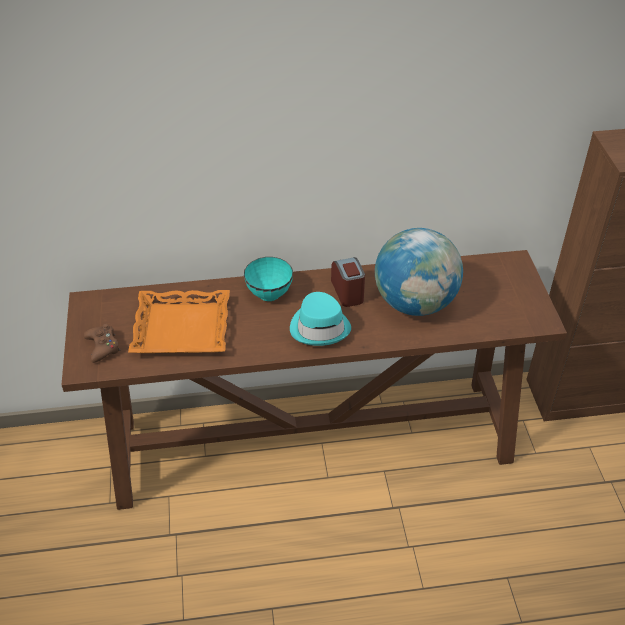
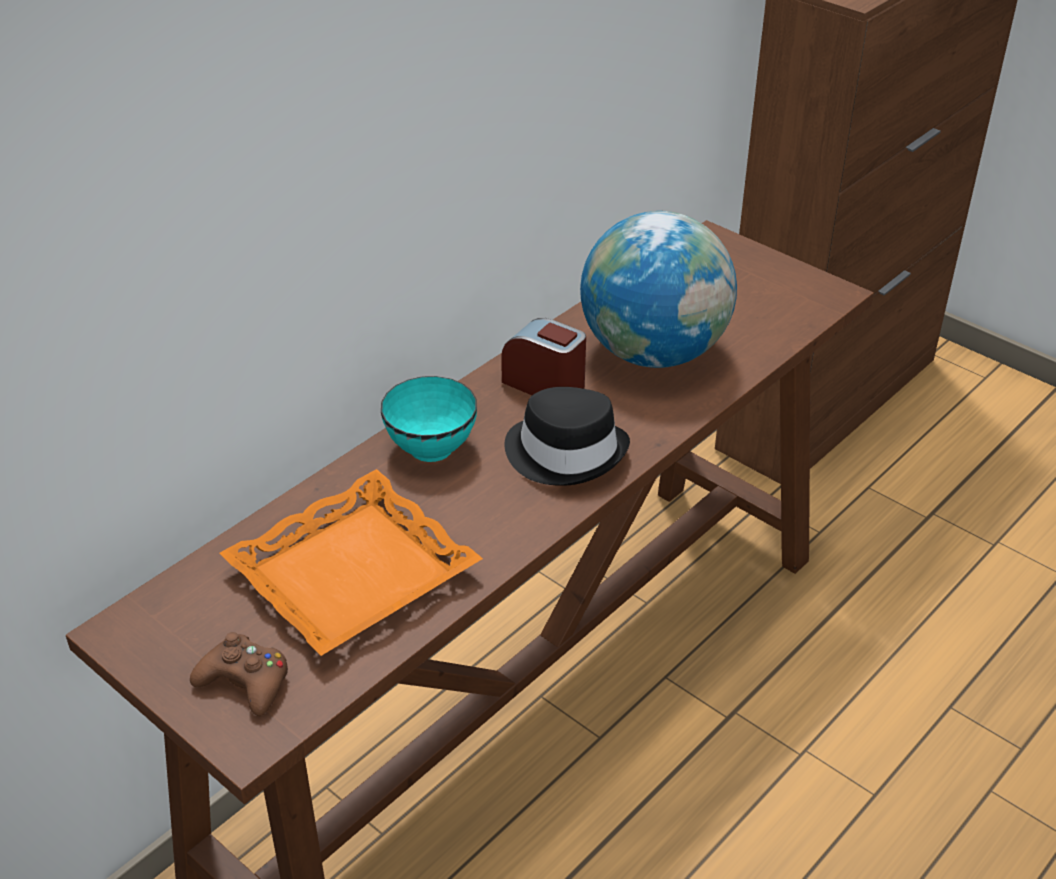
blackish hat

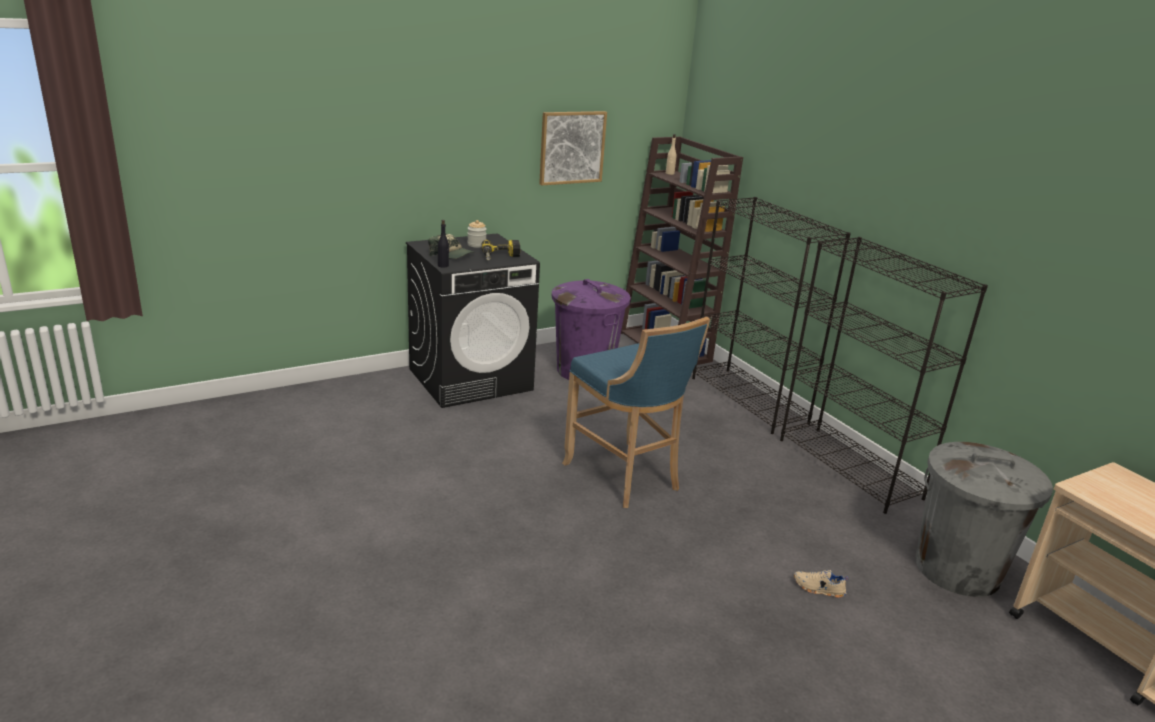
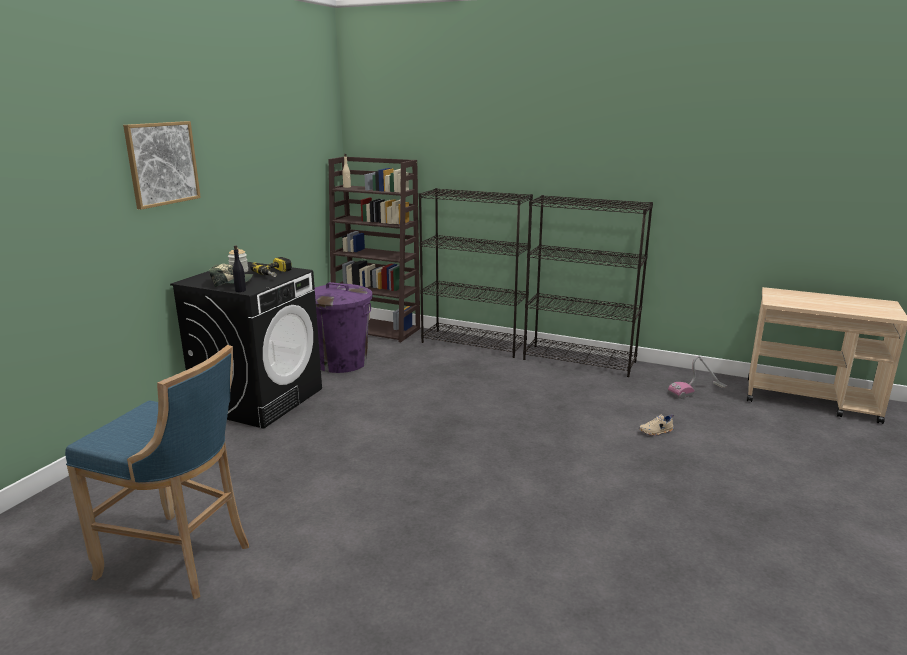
picture
blue-coloured stool
hoover

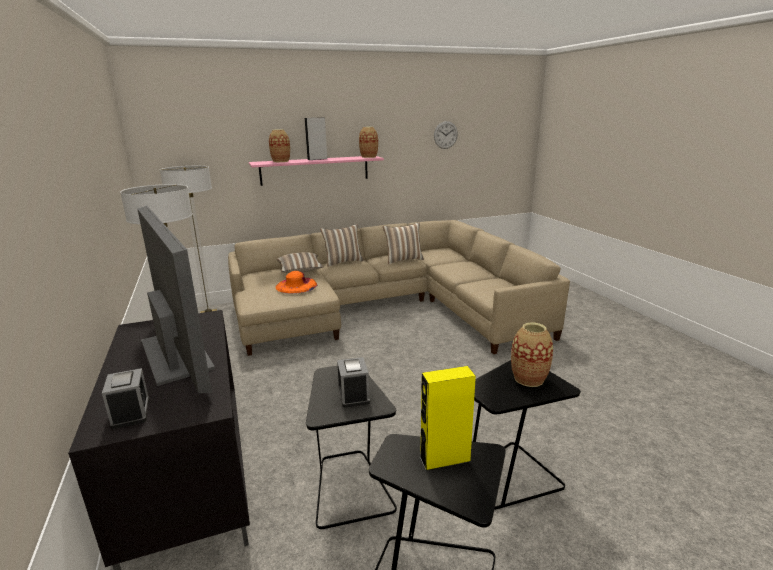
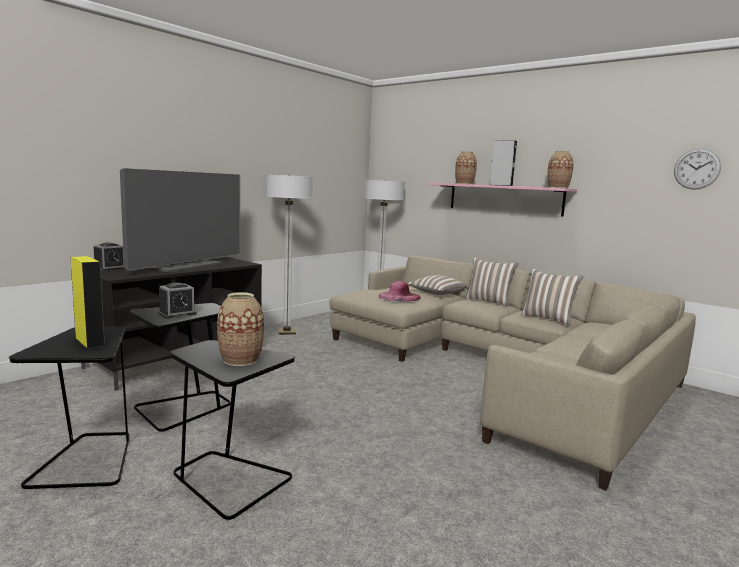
pink-coloured hat

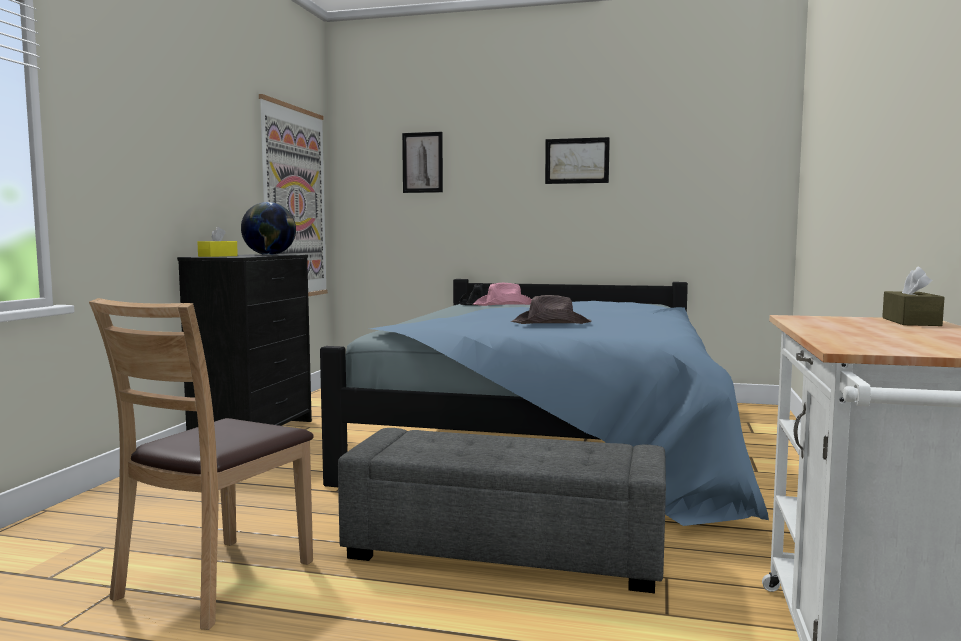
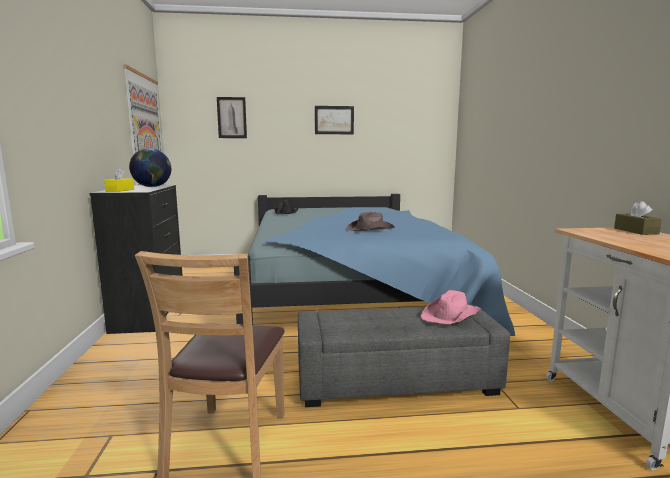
pink-coloured hat

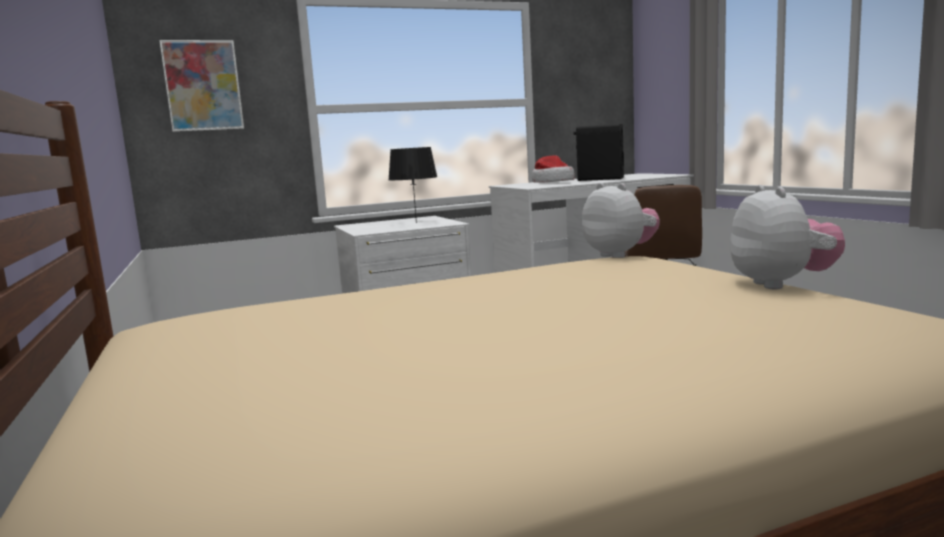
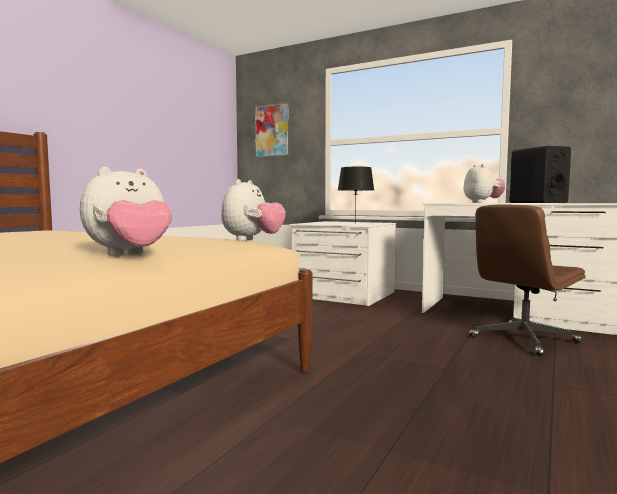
soft toy (3rd from left)

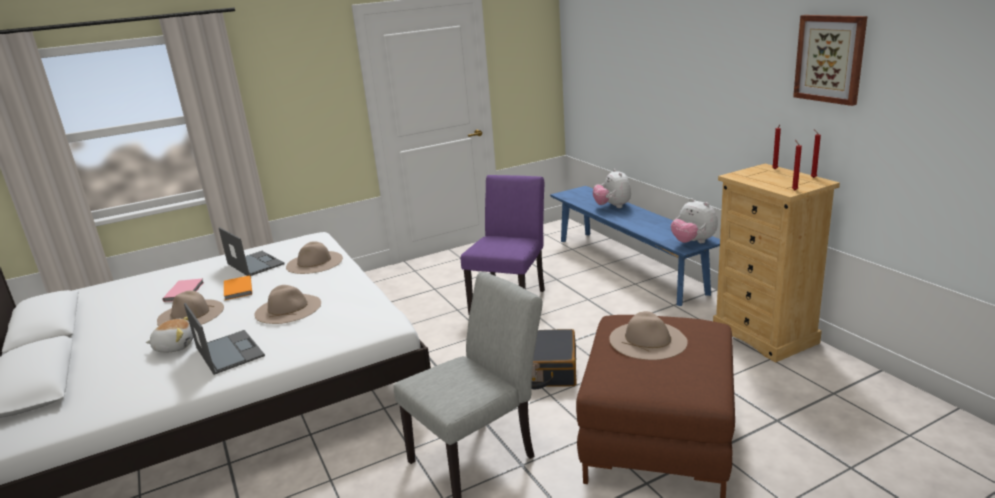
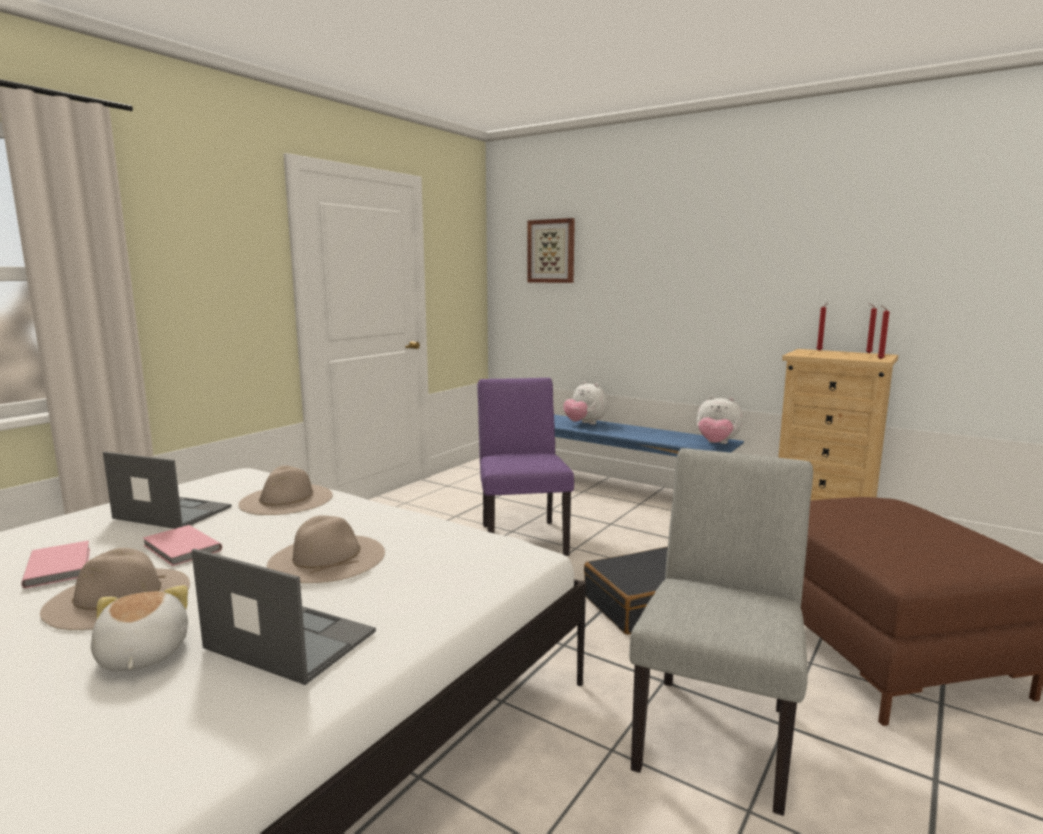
soft toy (1st from left)
pink-coloured book (2nd from left)
sand-coloured hat (4th from left in the first image)
picture

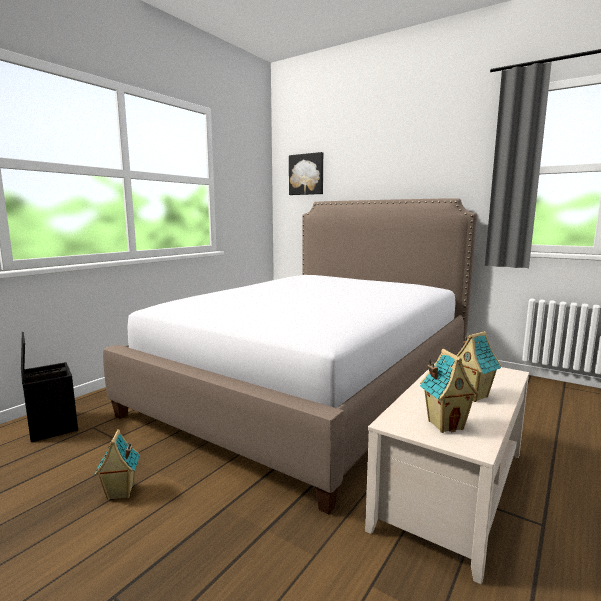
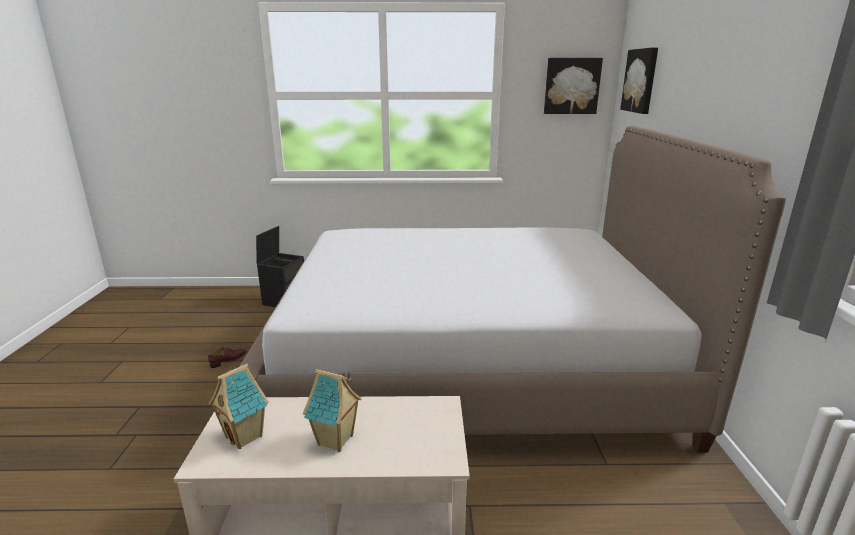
brown item of footwear
picture (1st from left)

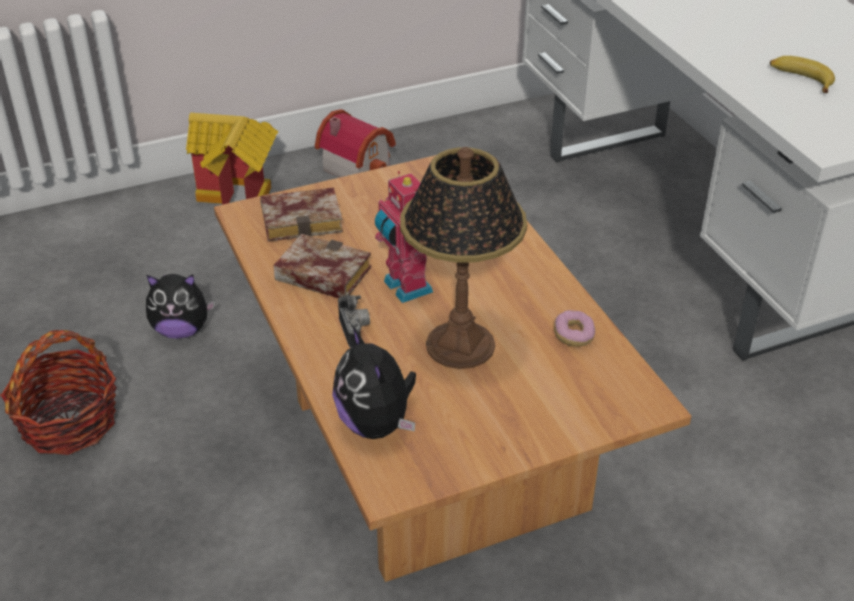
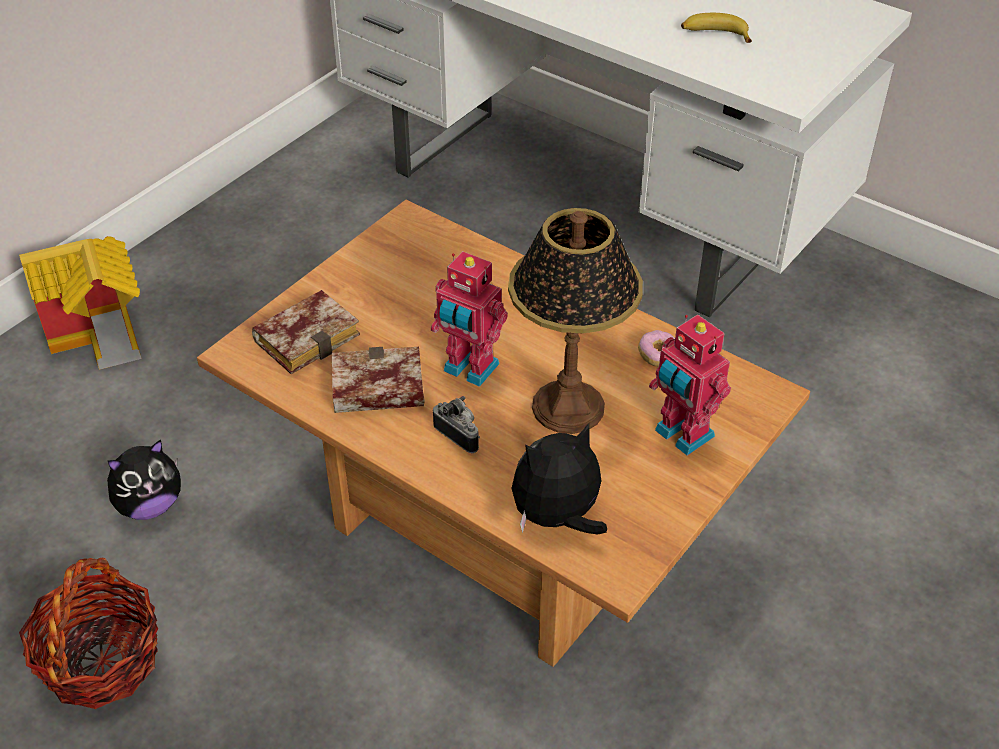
model house (2nd from left in the first image)
soft toy (2nd from left)
toy robot (2nd from left)

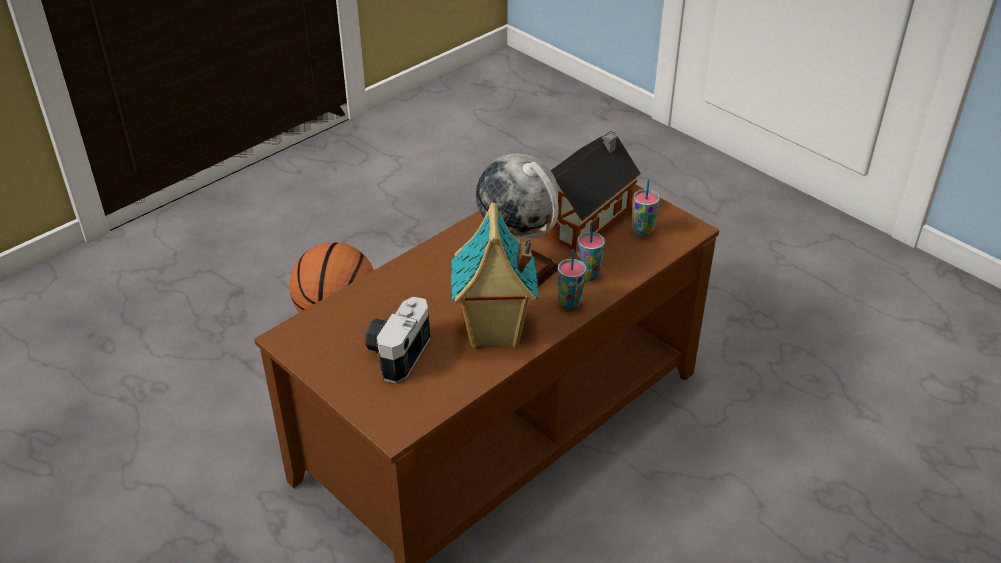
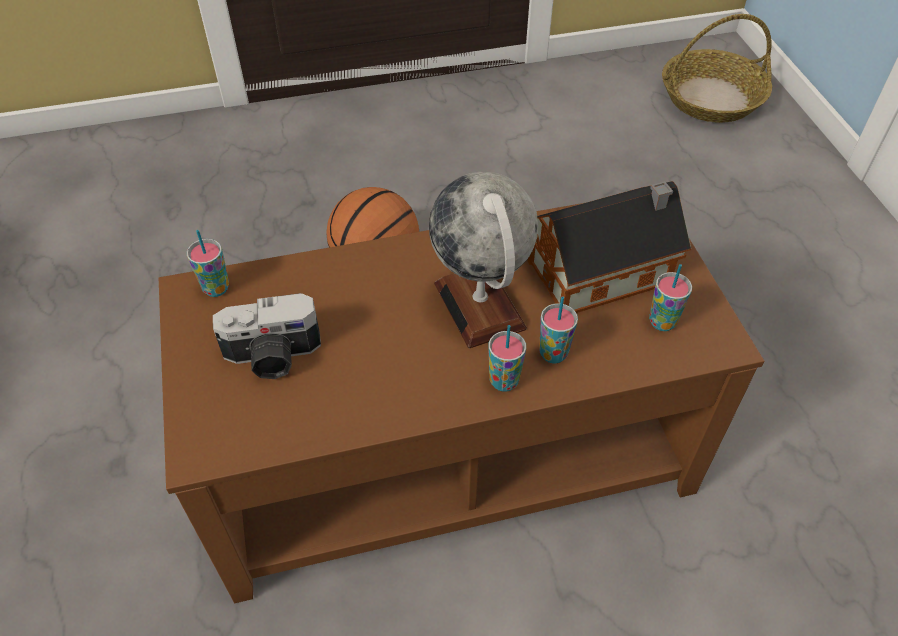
still camera
model house (1st from left in the first image)
cup (1st from left)
household basket

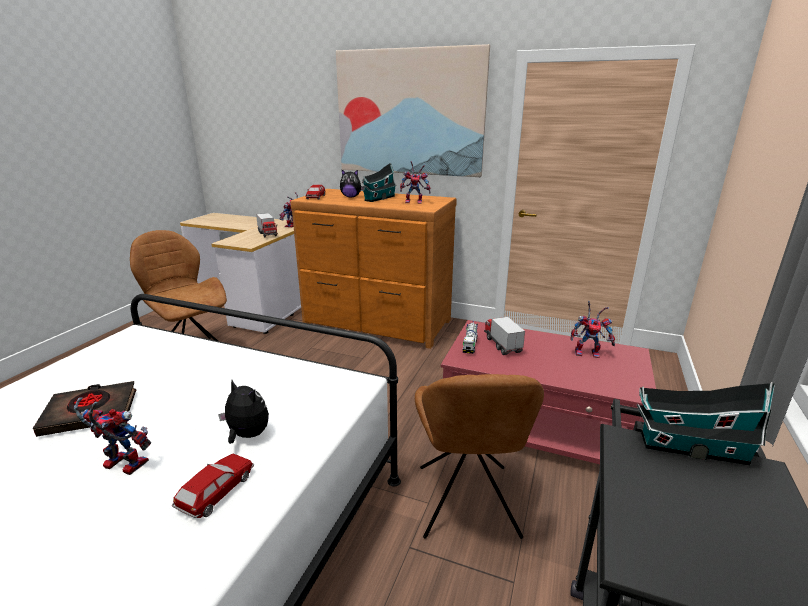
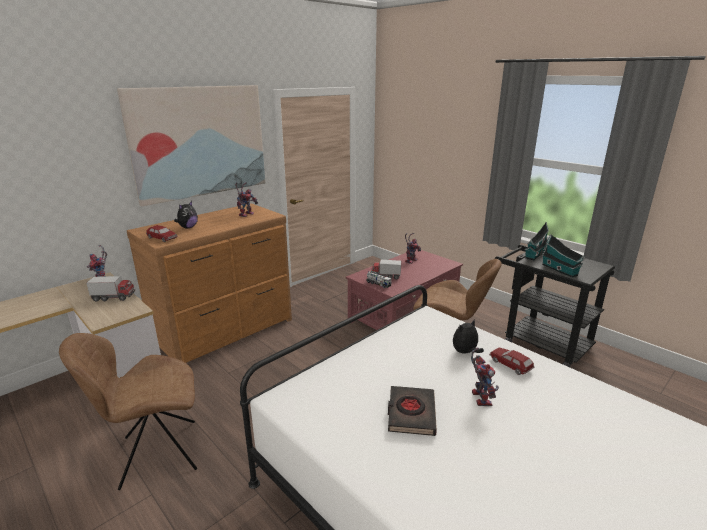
toy robot (4th from left)
model house (2nd from left)

